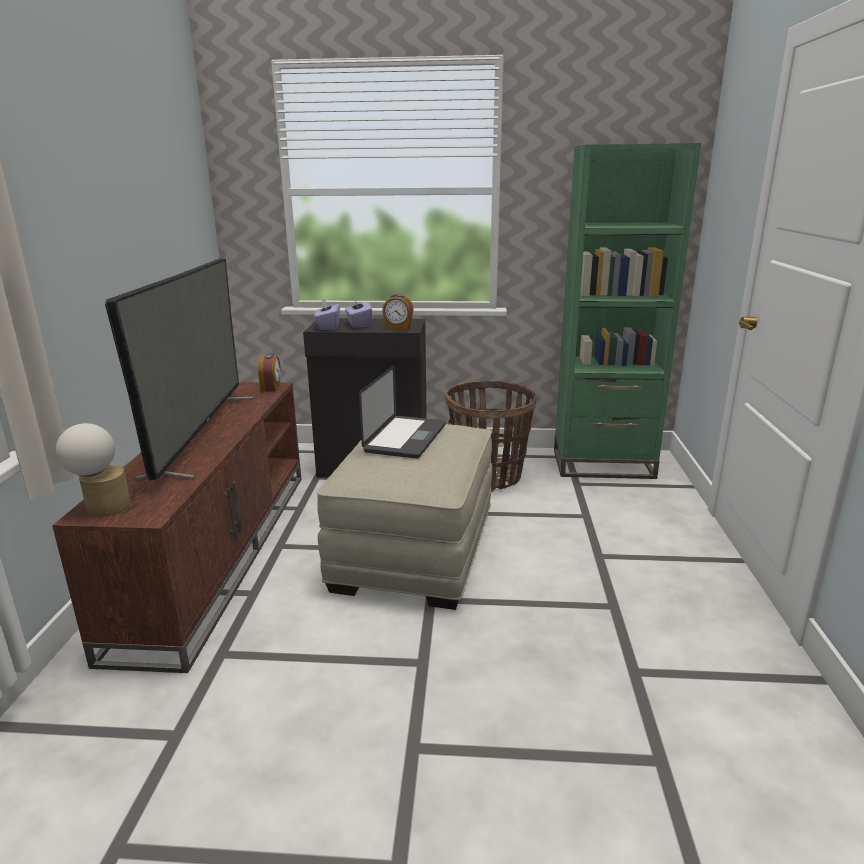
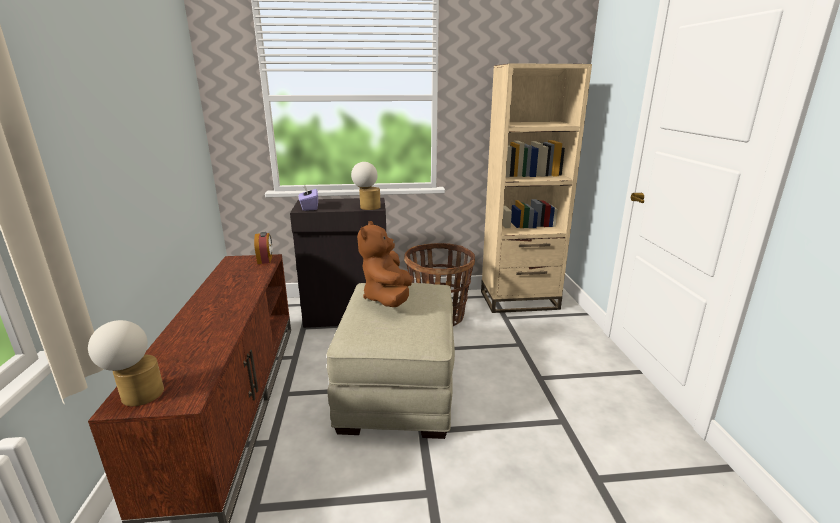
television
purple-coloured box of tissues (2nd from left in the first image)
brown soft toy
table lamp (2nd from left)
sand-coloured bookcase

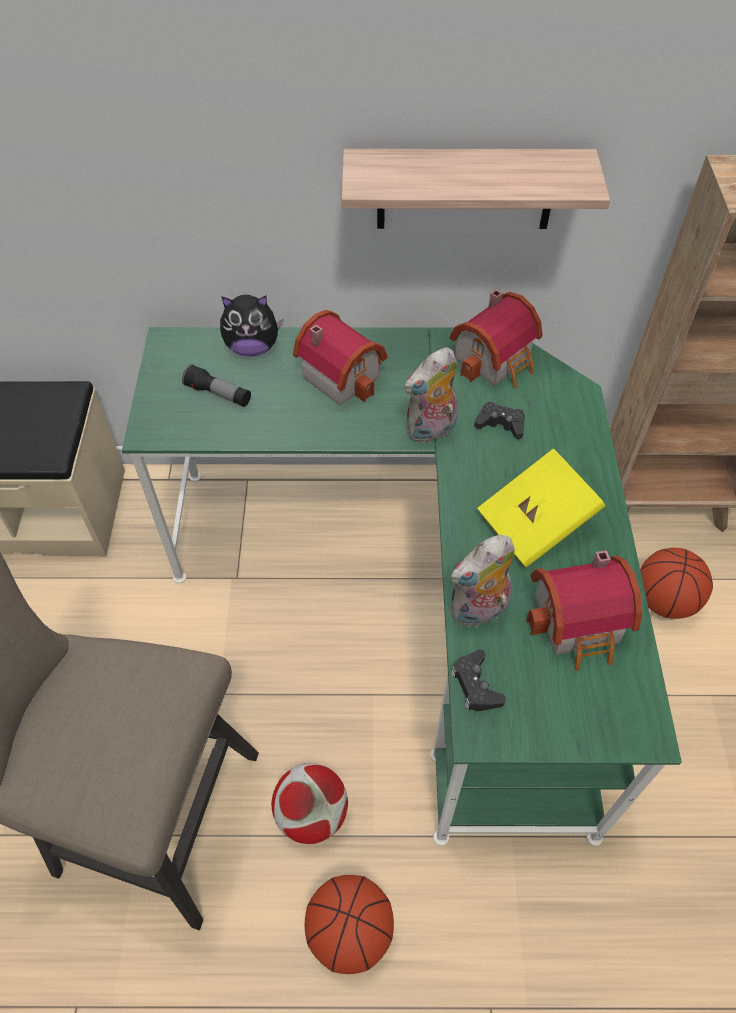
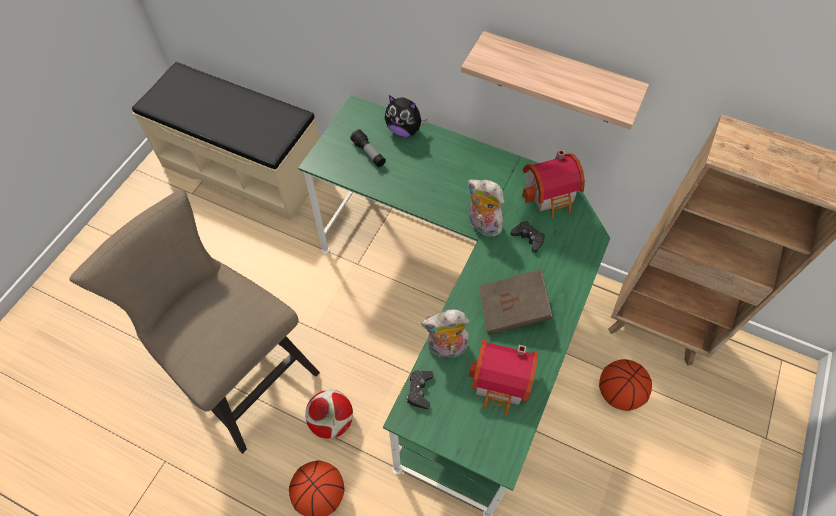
model house (1st from left in the first image)
soft toy (3rd from left)
brown book

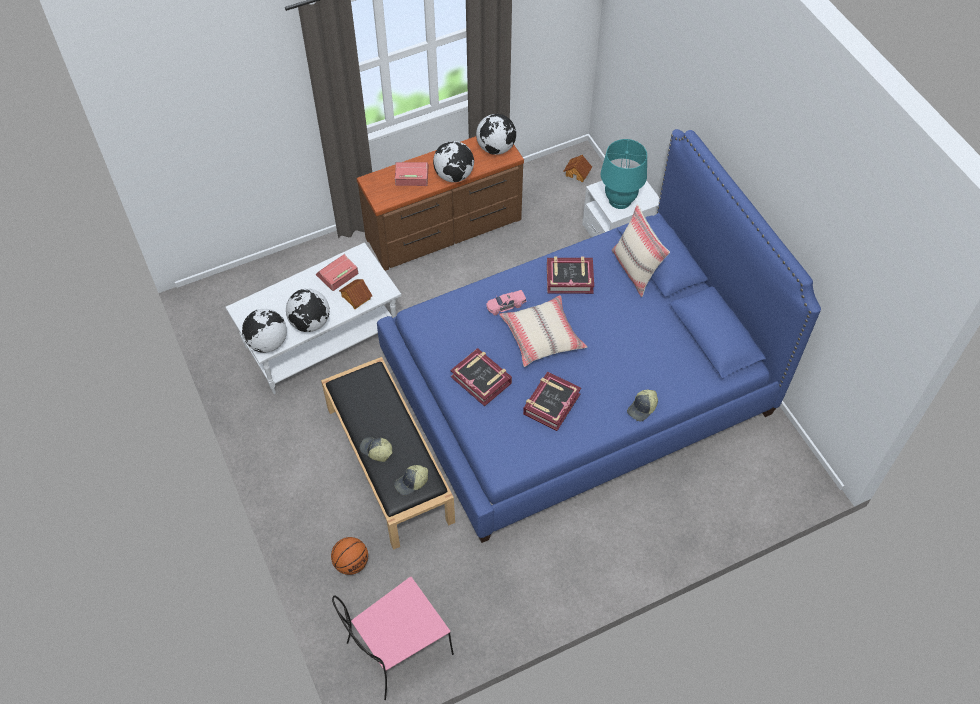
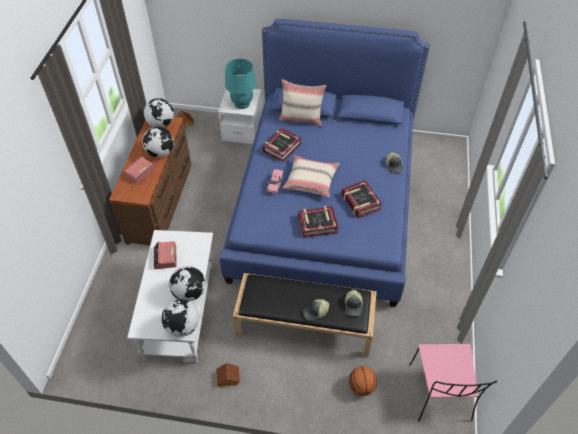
model house (2nd from left)

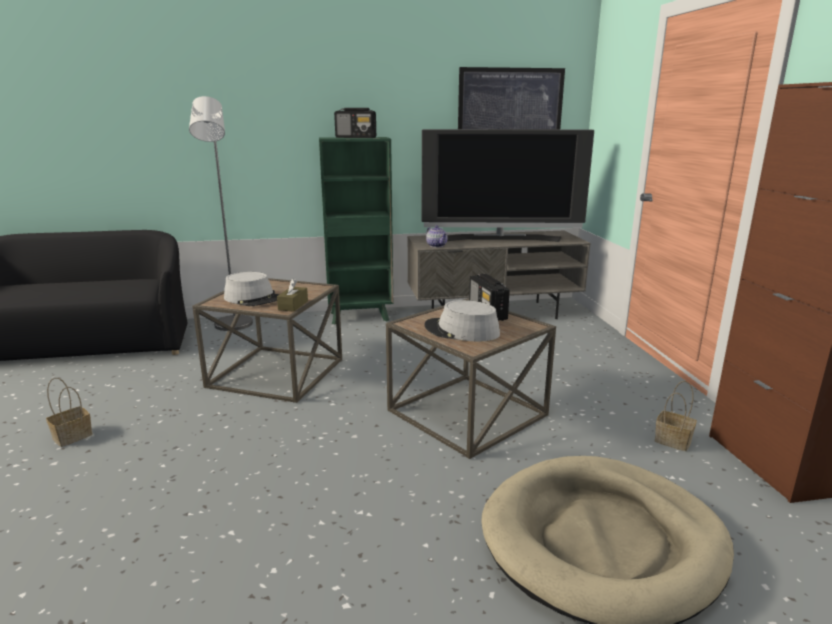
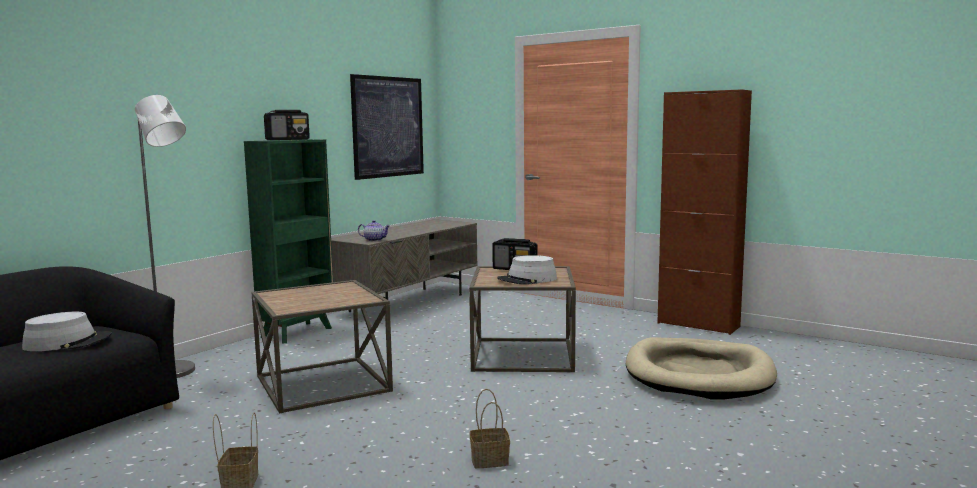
greyish hat (1st from left)
brown box of tissues
television
household basket (2nd from left)

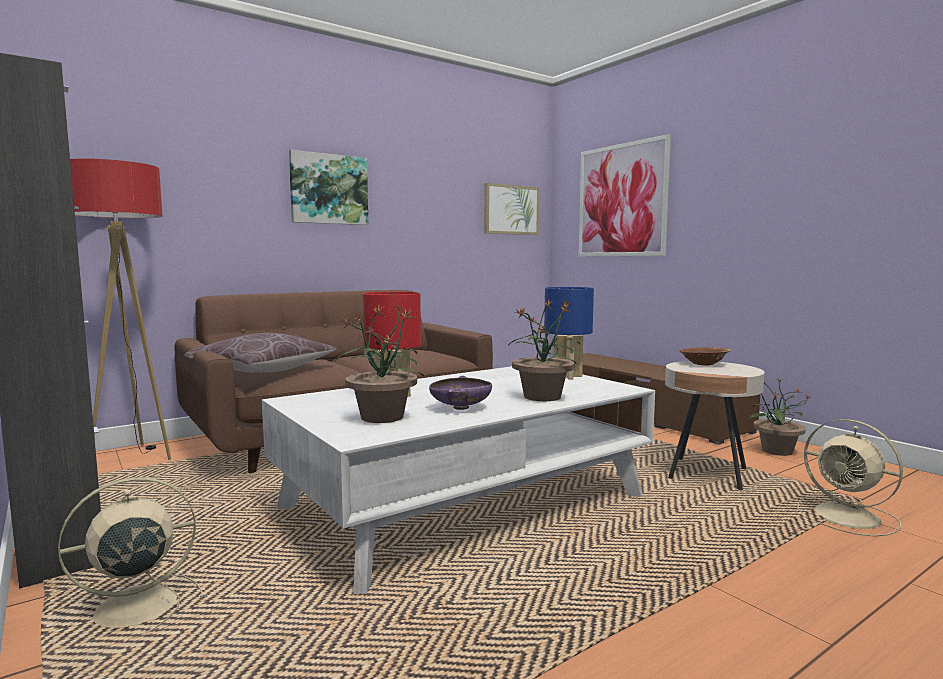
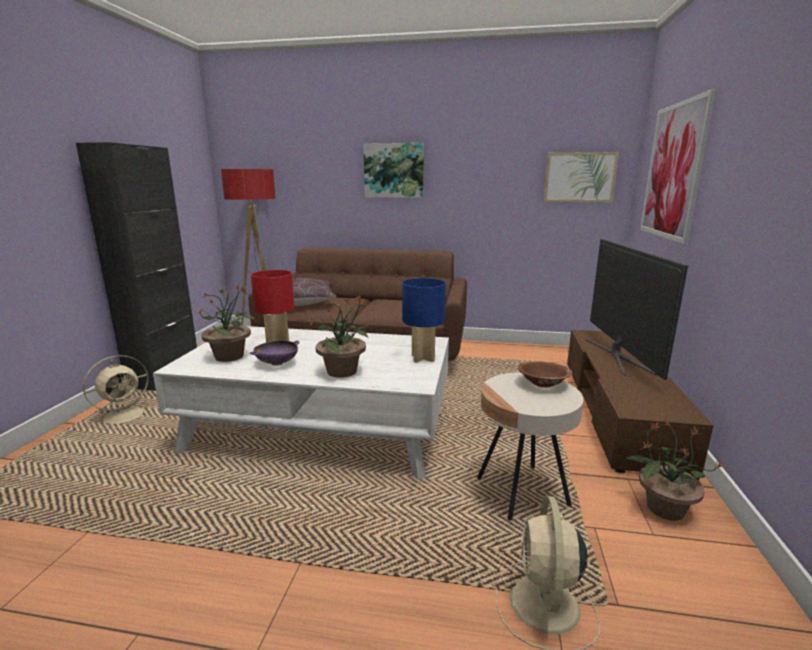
sand-coloured electric fan (1st from left)
television

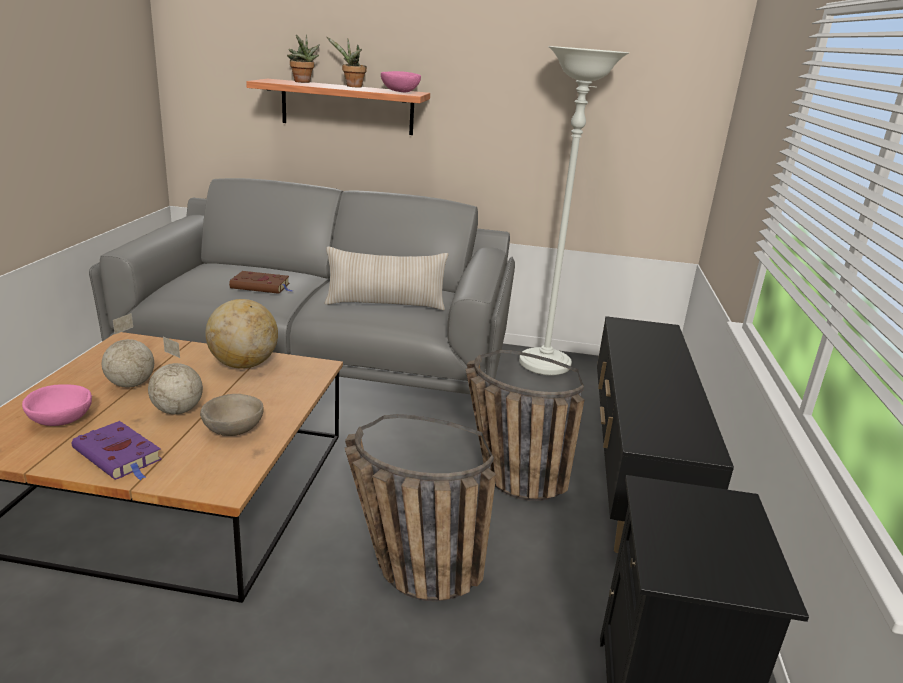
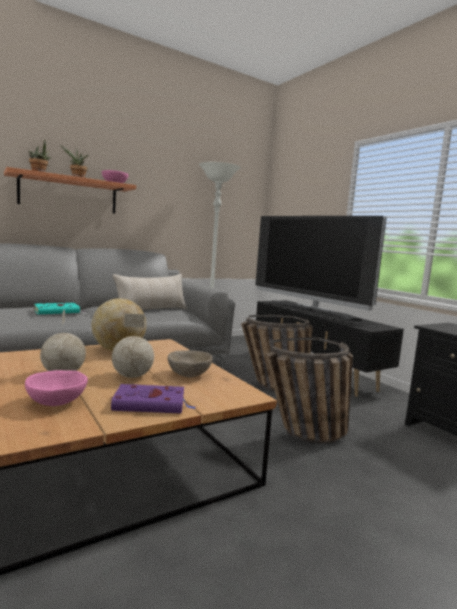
turquoise-coloured book
television

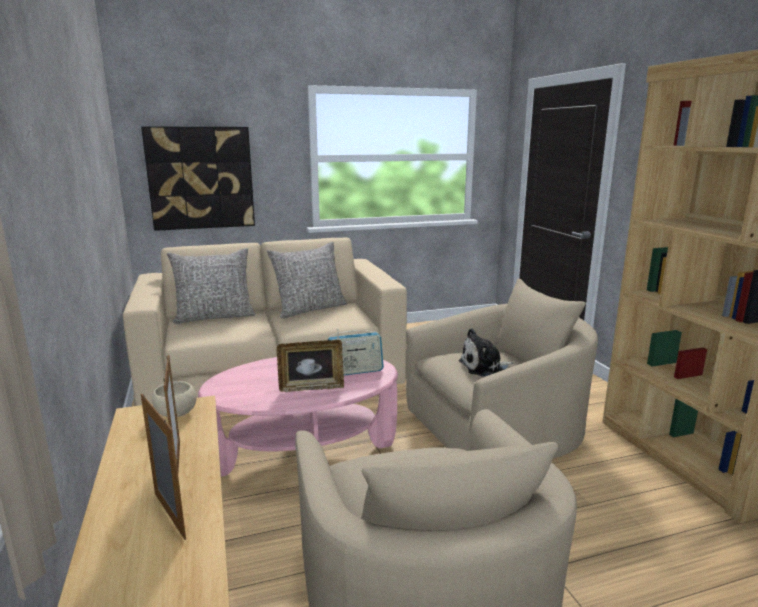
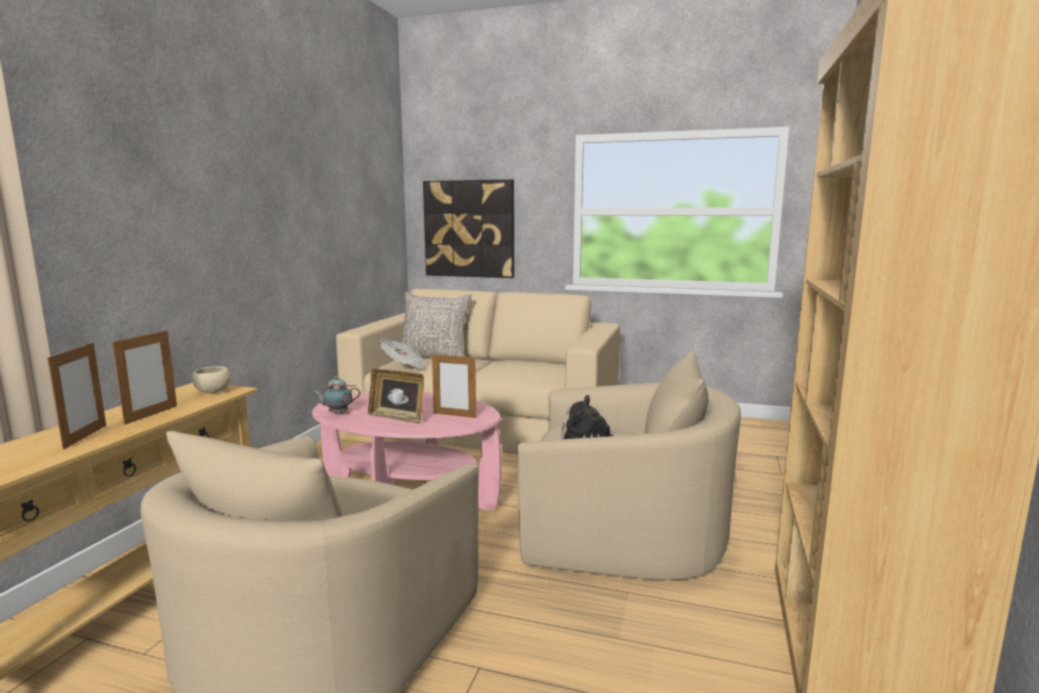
greyish throw pillow (2nd from left in the first image)
picture frame (4th from left)
tea pot
printed paper

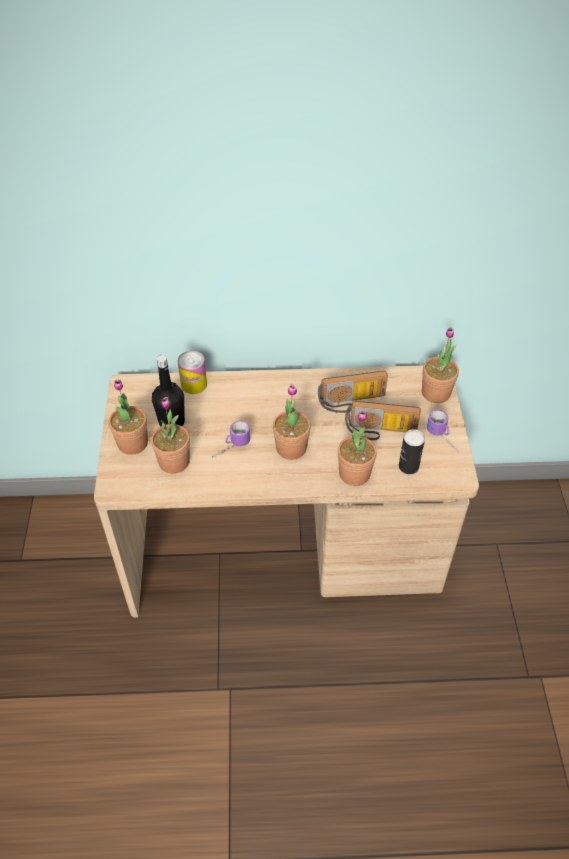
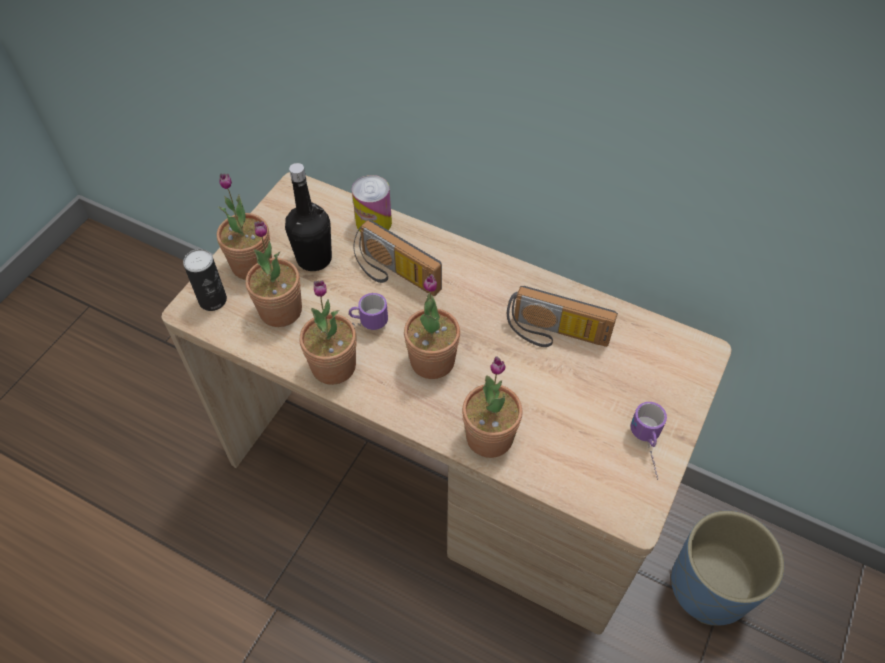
radio set (1st from left)
metal can (1st from left)
houseplant (3rd from left)
blue-coloured planter

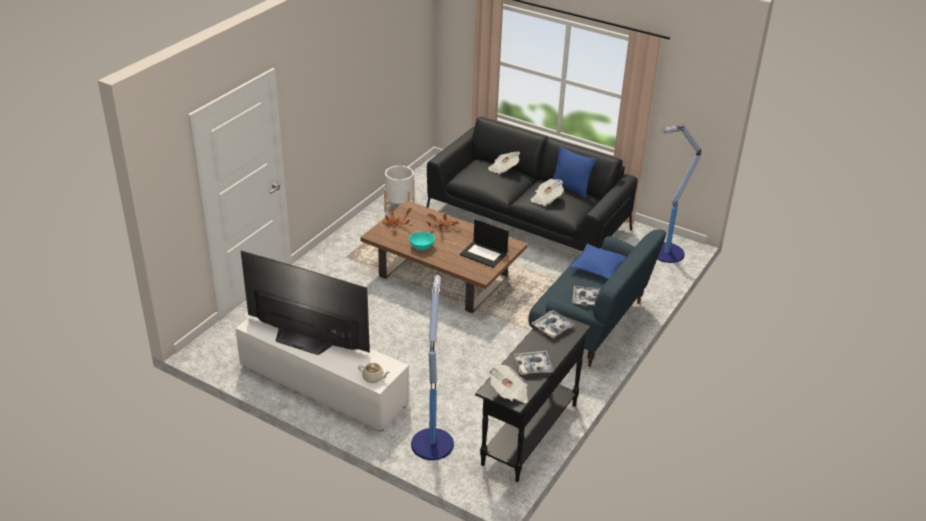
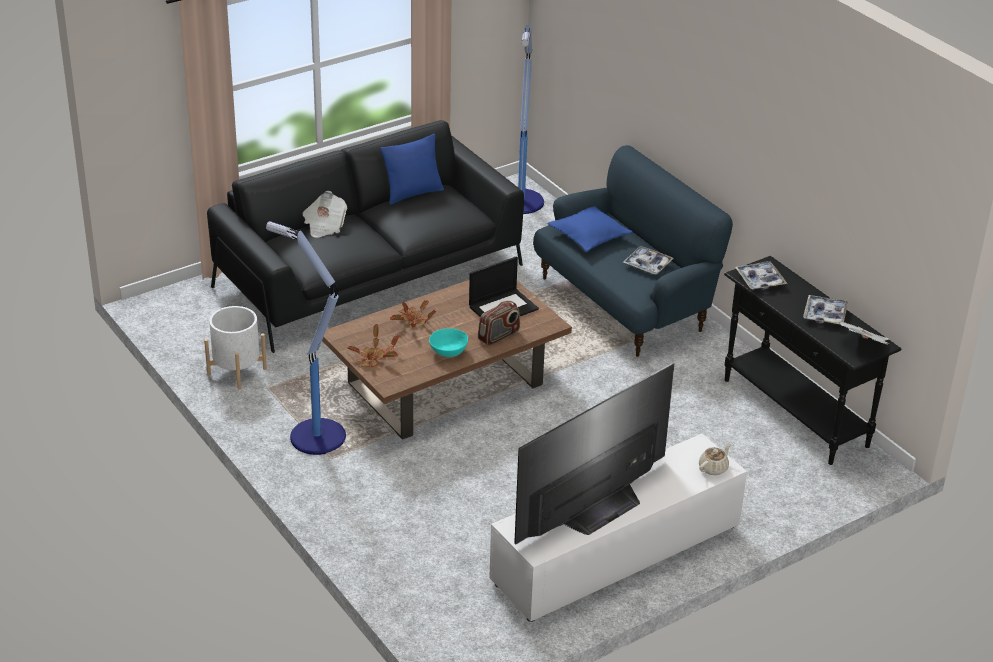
floor lamp (1st from left)
printed paper (3rd from left in the first image)
radio set

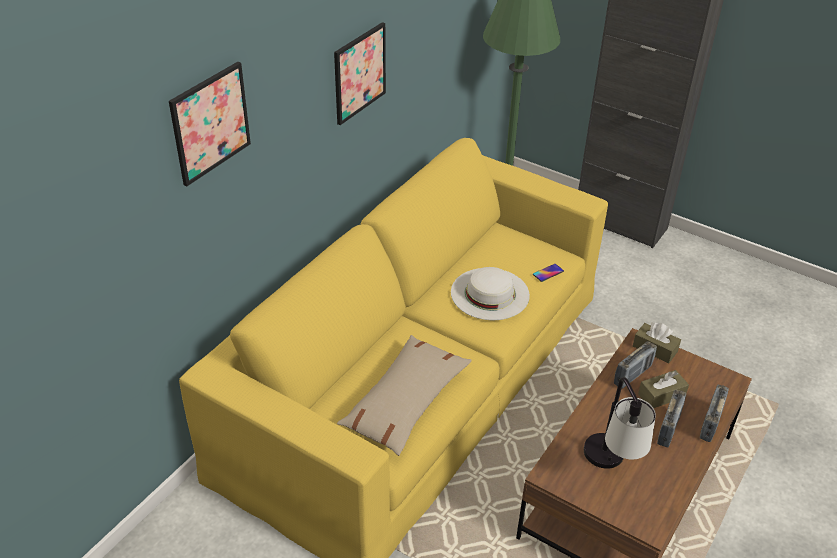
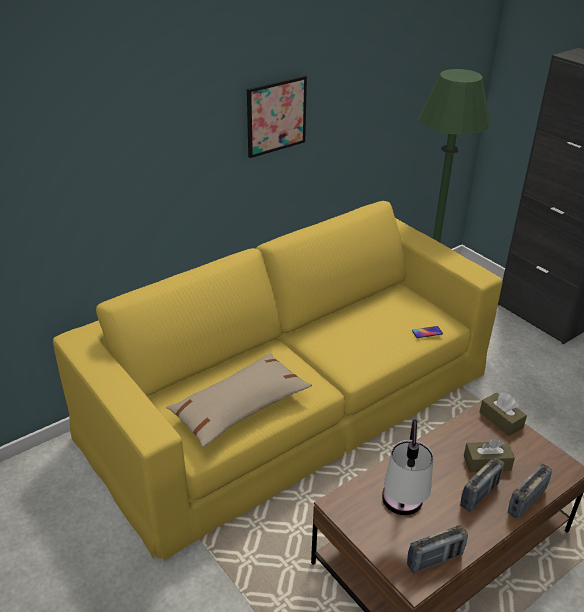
picture (1st from left in the first image)
white hat
radio set (1st from left)

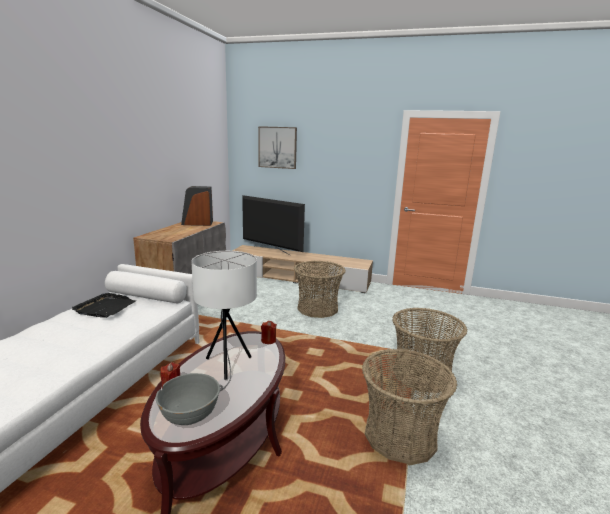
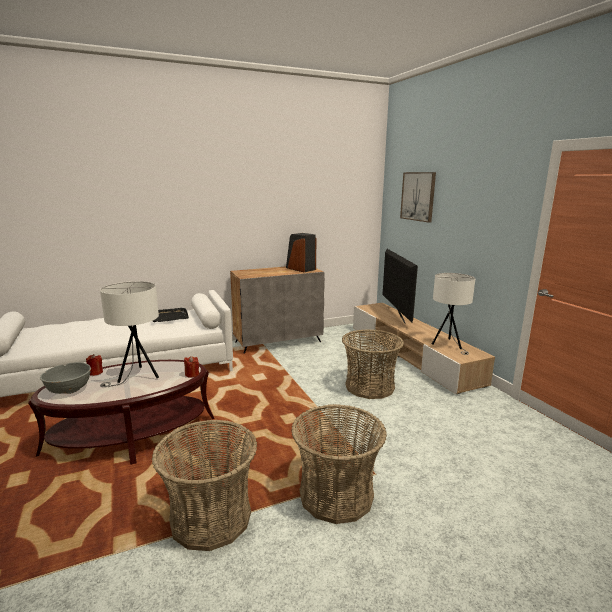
white table lamp (2nd from left)

